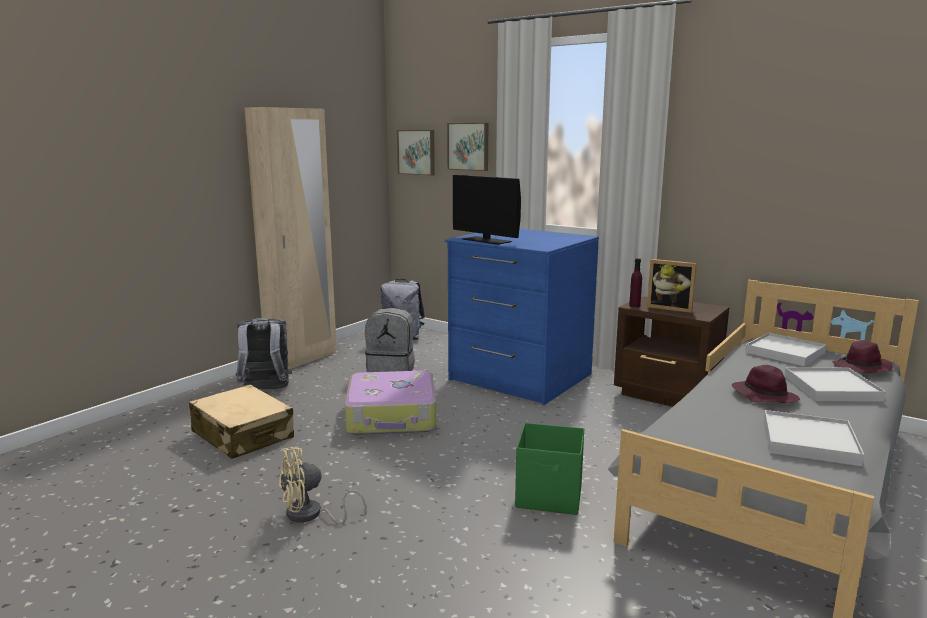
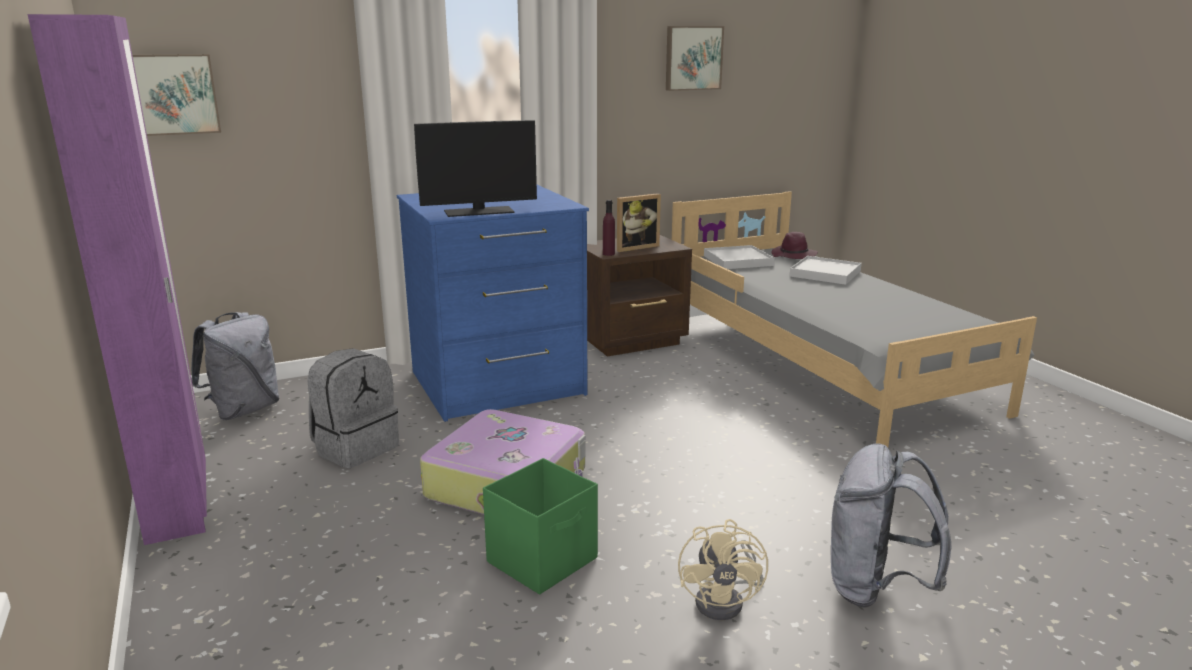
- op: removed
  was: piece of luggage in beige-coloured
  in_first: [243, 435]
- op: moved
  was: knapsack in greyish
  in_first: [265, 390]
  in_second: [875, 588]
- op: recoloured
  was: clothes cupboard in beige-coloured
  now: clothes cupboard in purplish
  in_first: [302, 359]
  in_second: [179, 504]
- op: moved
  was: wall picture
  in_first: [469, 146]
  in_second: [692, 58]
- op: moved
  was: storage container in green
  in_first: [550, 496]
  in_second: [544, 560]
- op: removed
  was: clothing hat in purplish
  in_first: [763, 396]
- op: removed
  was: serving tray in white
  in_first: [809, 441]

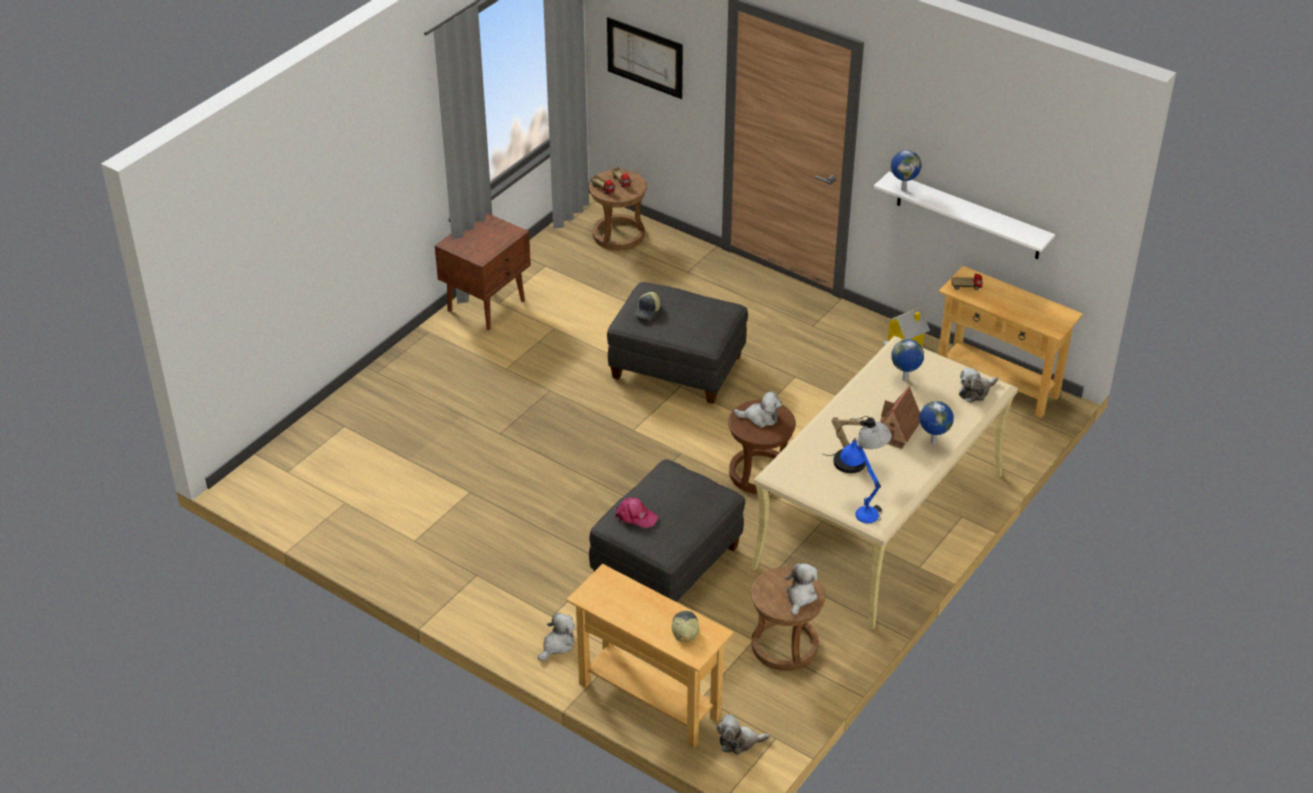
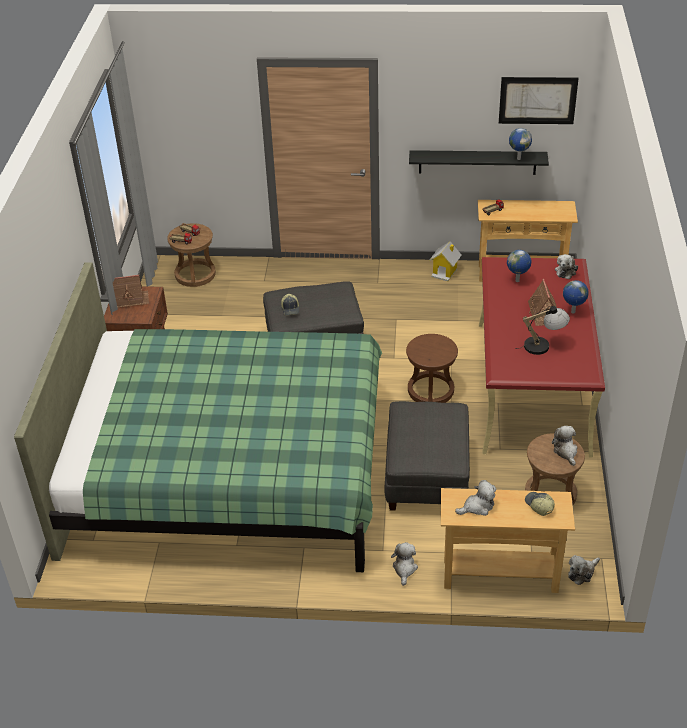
- op: moved
  was: wall picture
  in_first: [645, 57]
  in_second: [537, 100]
- op: removed
  was: peaked cap in pinkish
  in_first: [635, 516]
- op: moved
  was: plush toy
  in_first: [760, 417]
  in_second: [477, 506]
- op: recoloured
  was: desk unit in beige-coloured
  now: desk unit in red-coloured
  in_first: [879, 521]
  in_second: [532, 387]
- op: removed
  was: lamp for a table in blue-coloured
  in_first: [859, 507]
- op: recoloured
  was: shelf in white
  now: shelf in black-coloured
  in_first: [968, 216]
  in_second: [477, 162]
- op: moved
  was: world globe
  in_first: [903, 189]
  in_second: [518, 158]
- op: added
  now: sleeping bed in green
  in_second: [227, 470]
- op: added
  now: miniature house
  in_second: [131, 299]

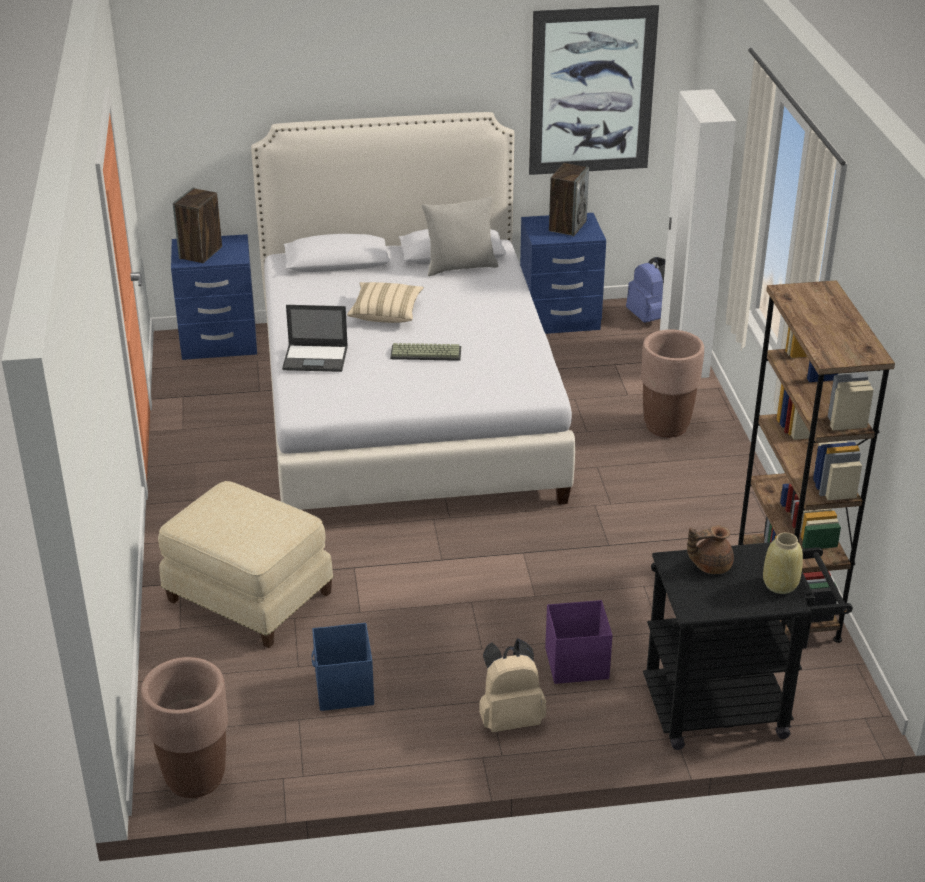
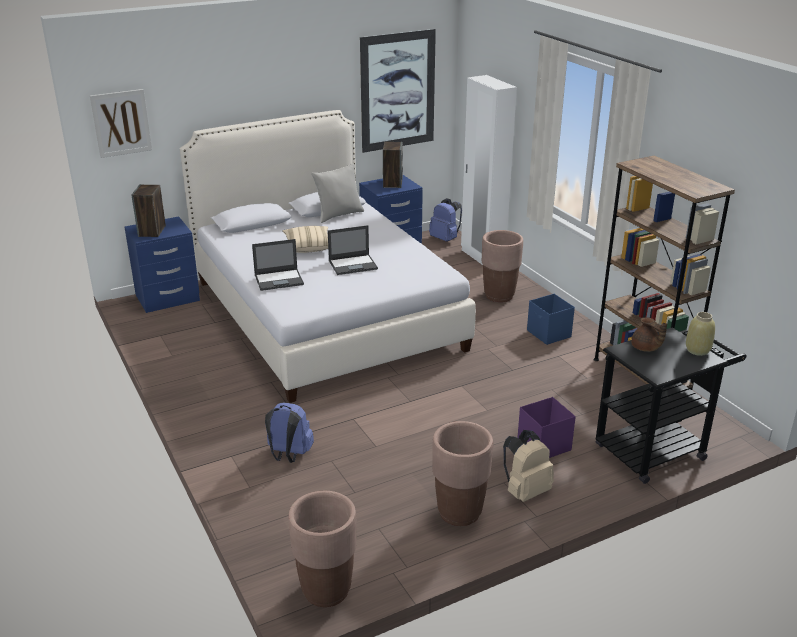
- op: replaced
  was: footrest in beige-coloured
  now: knapsack in blue-coloured
  in_first: [248, 598]
  in_second: [289, 455]
- op: moved
  was: storage container in blue-coloured
  in_first: [344, 689]
  in_second: [549, 334]
- op: replaced
  was: keyboard
  now: laptop
  in_first: [426, 352]
  in_second: [353, 265]
- op: turned
  was: pot for tea in brown
  in_first: [710, 565]
  in_second: [645, 348]
  clockwise: -90
- op: added
  now: wall picture
  in_second: [121, 123]
- op: added
  now: plant pot in brown
  in_second: [459, 513]

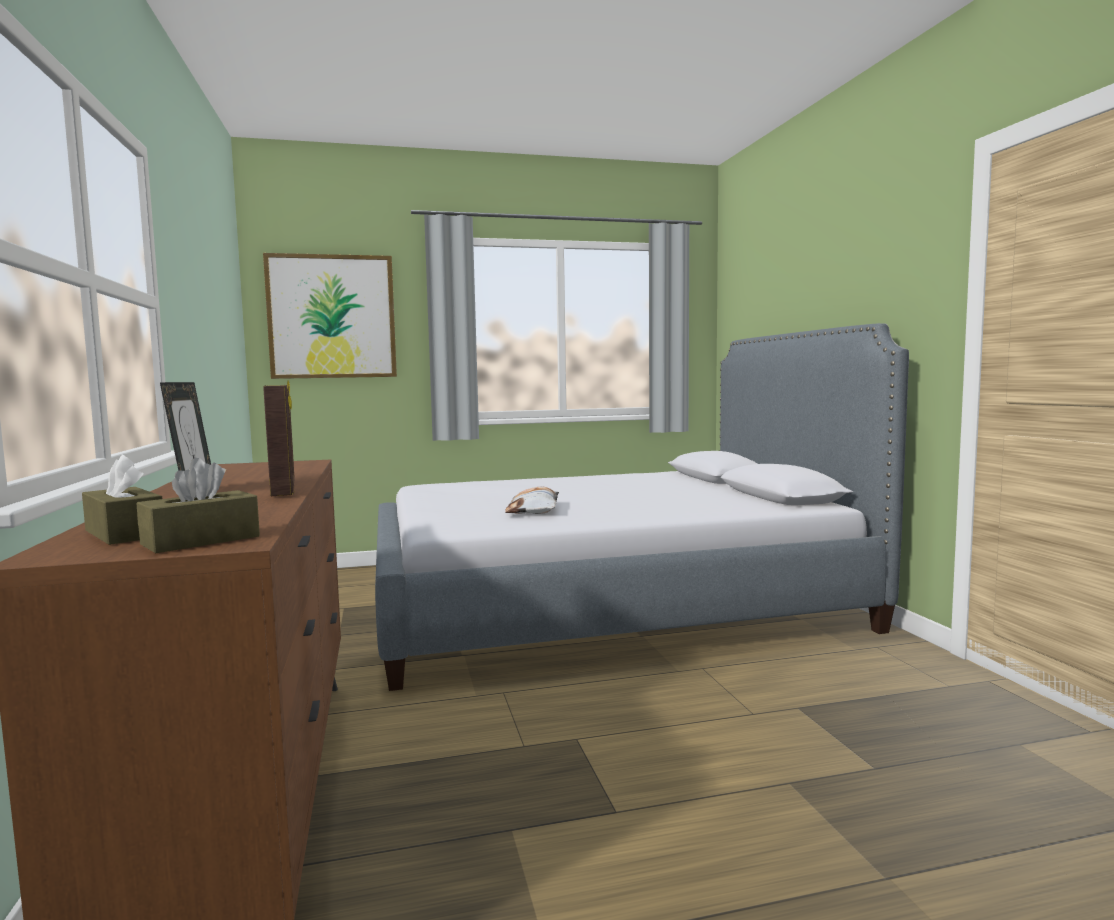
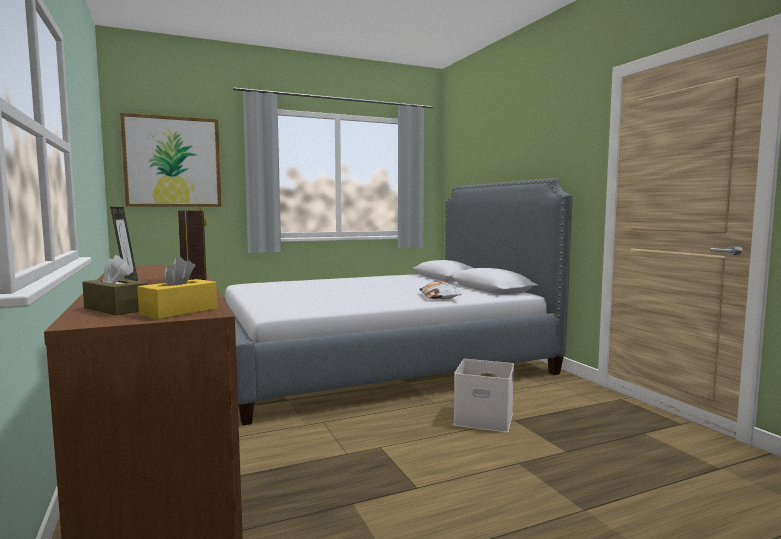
- op: recoloured
  was: box of tissues in brown
  now: box of tissues in yellowish
  in_first: [201, 540]
  in_second: [179, 311]
- op: moved
  was: pillow
  in_first: [534, 509]
  in_second: [439, 296]
- op: added
  now: storage container in white
  in_second: [482, 419]

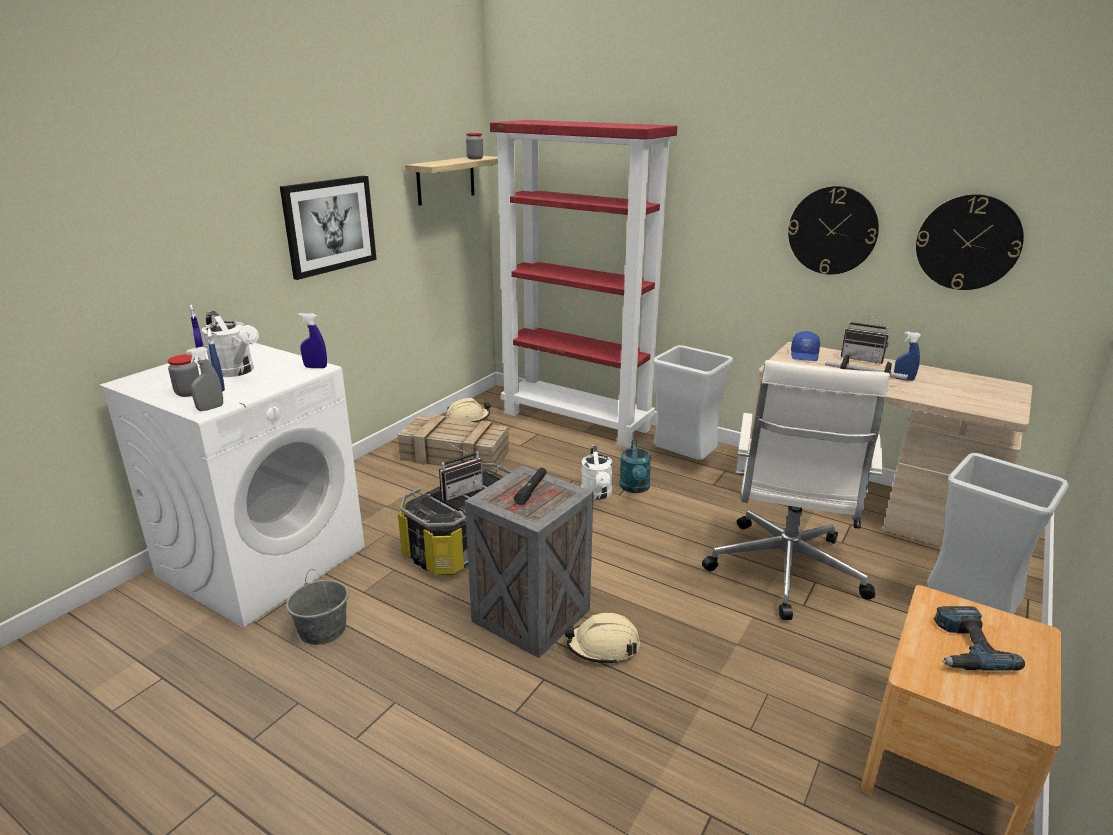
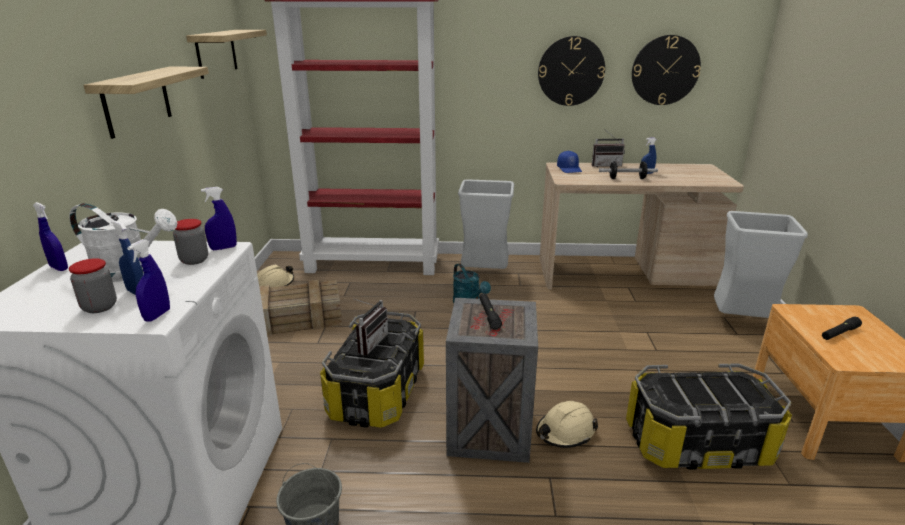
- op: recoloured
  was: hand sprayer in greyish
  now: hand sprayer in blue-coloured
  in_first: [210, 408]
  in_second: [157, 315]
- op: replaced
  was: wall picture
  now: shelf
  in_first: [329, 225]
  in_second: [137, 100]
- op: moved
  was: jar
  in_first: [475, 158]
  in_second: [194, 260]
- op: removed
  was: sprinkling can in white
  in_first: [597, 494]
- op: removed
  was: desk chair in white
  in_first: [784, 572]
- op: replaced
  was: electric drill
  now: torch in black-coloured
  in_first: [964, 647]
  in_second: [839, 333]
- op: added
  now: storage container
  in_second: [697, 444]

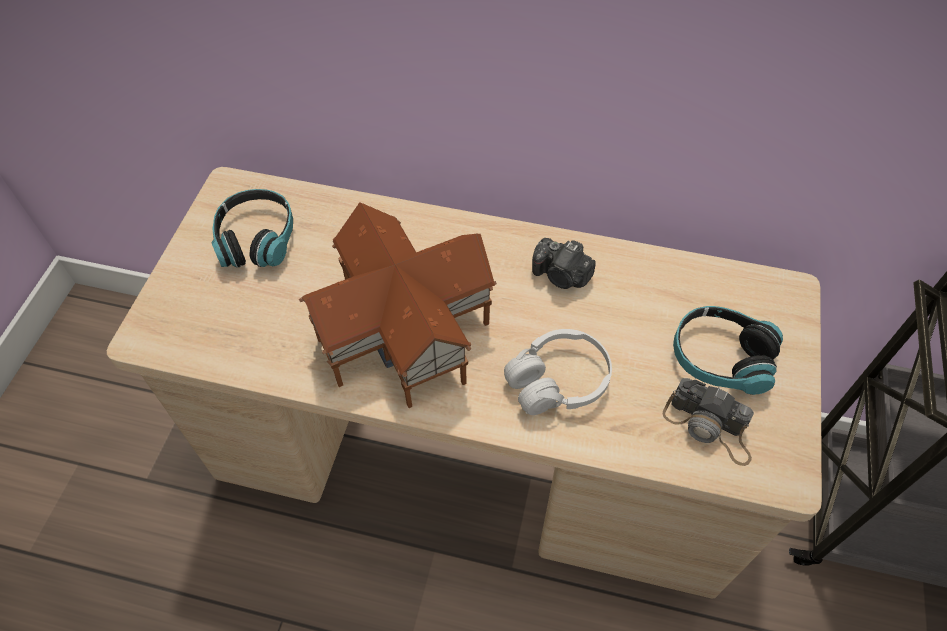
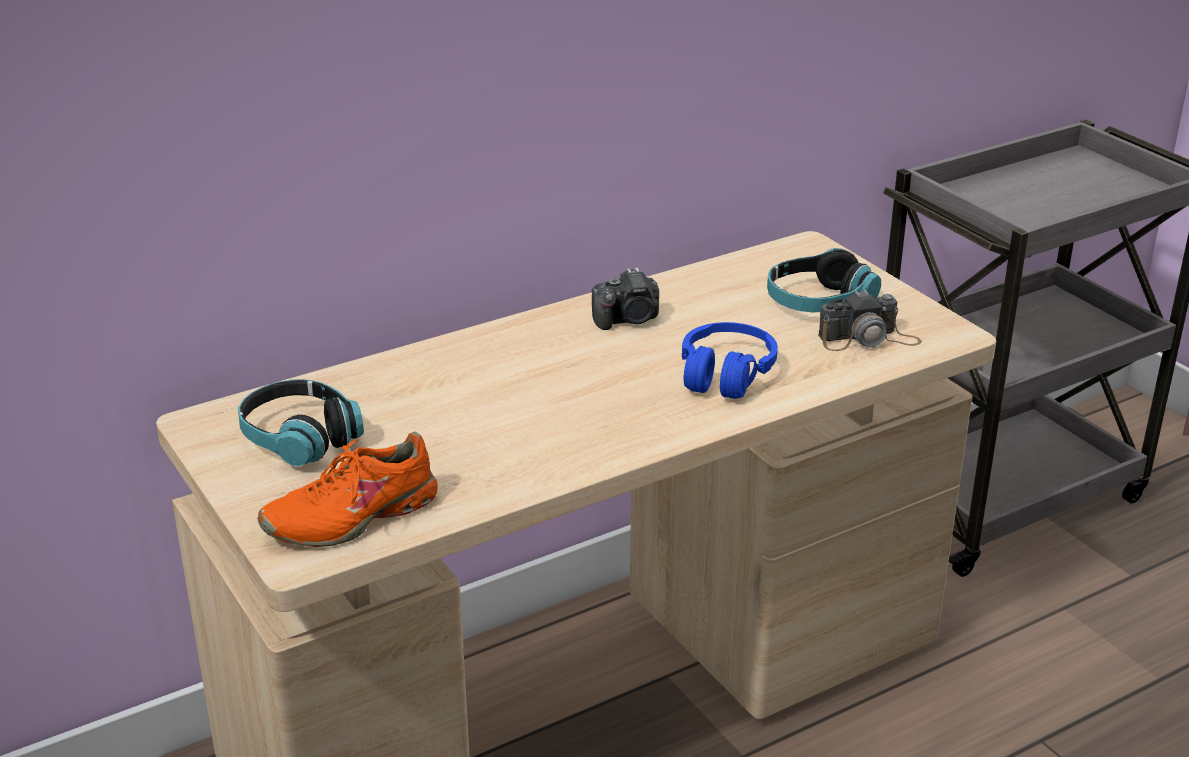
- op: removed
  was: miniature house
  in_first: [407, 333]
- op: recoloured
  was: headset in white
  now: headset in blue-coloured
  in_first: [558, 381]
  in_second: [725, 375]
- op: added
  now: item of footwear in orange
  in_second: [352, 516]

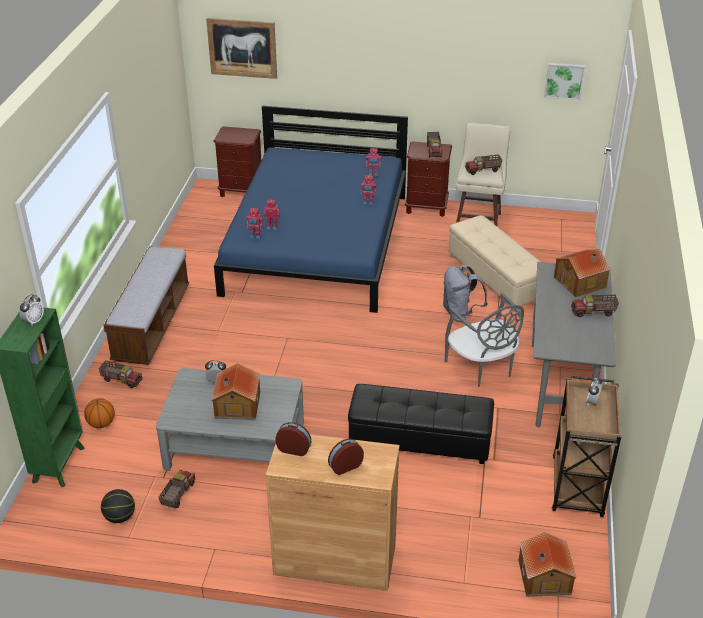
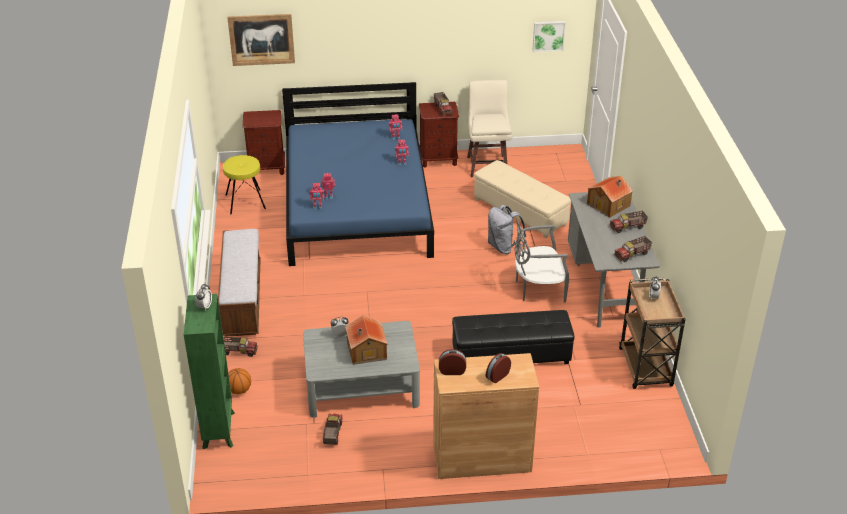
- op: removed
  was: ball for basketball
  in_first: [120, 517]
- op: turned
  was: plain chair in greyish
  in_first: [482, 368]
  in_second: [538, 288]
  clockwise: 120
- op: moved
  was: toy truck
  in_first: [483, 170]
  in_second: [632, 255]
- op: removed
  was: miniature house
  in_first: [543, 578]
- op: added
  now: stool seat in yellowish
  in_second: [245, 201]

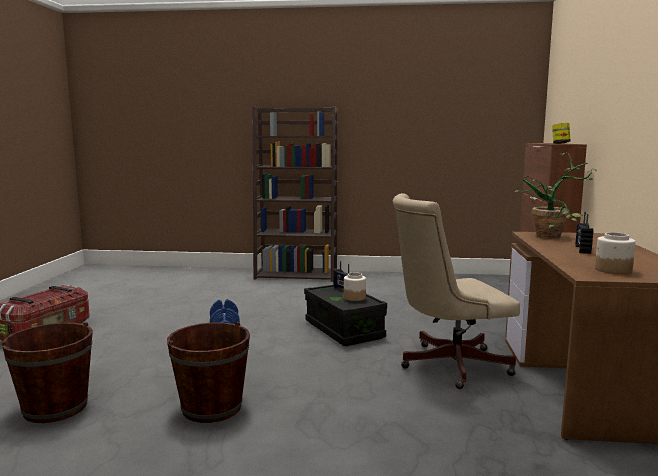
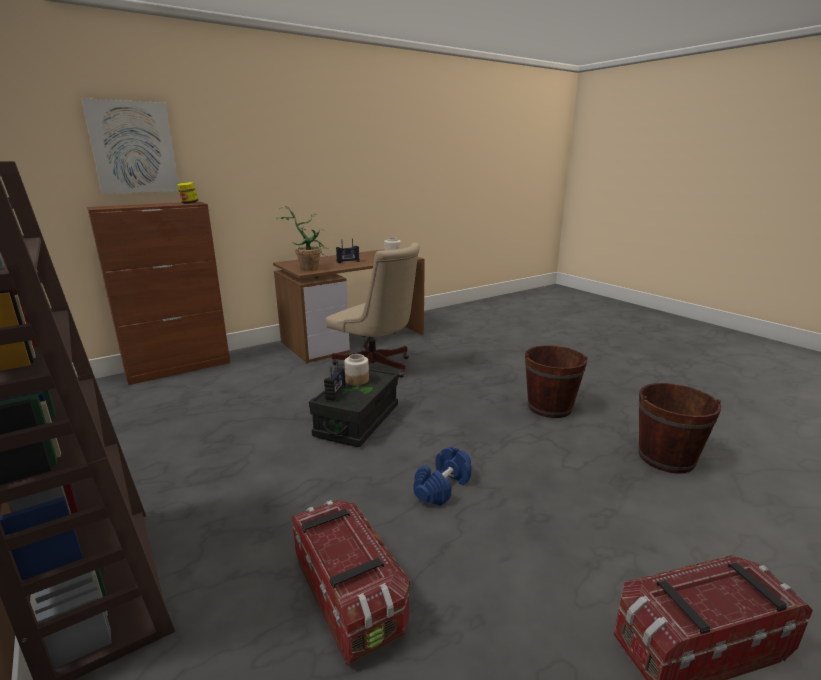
- op: added
  now: wall picture
  in_second: [133, 148]
- op: added
  now: storage container
  in_second: [348, 595]

